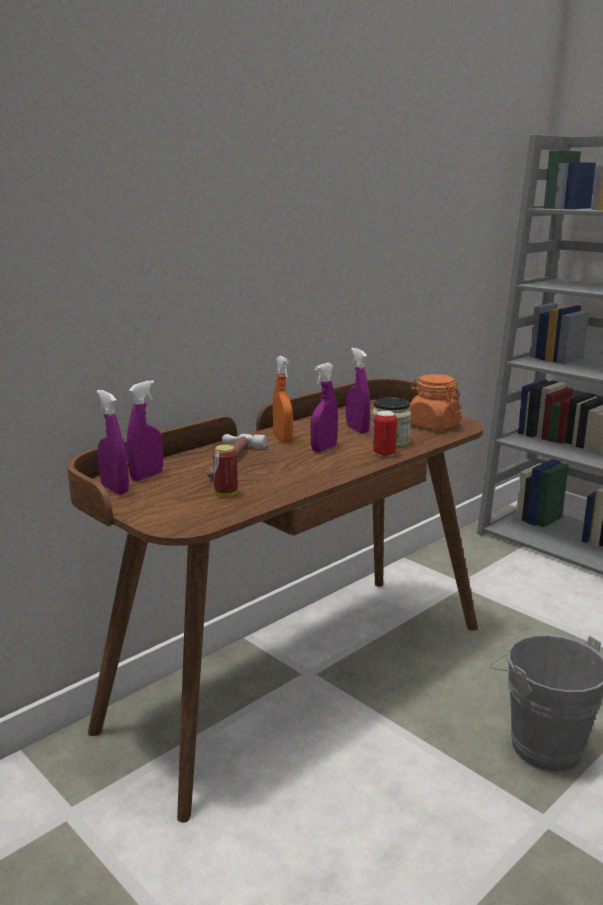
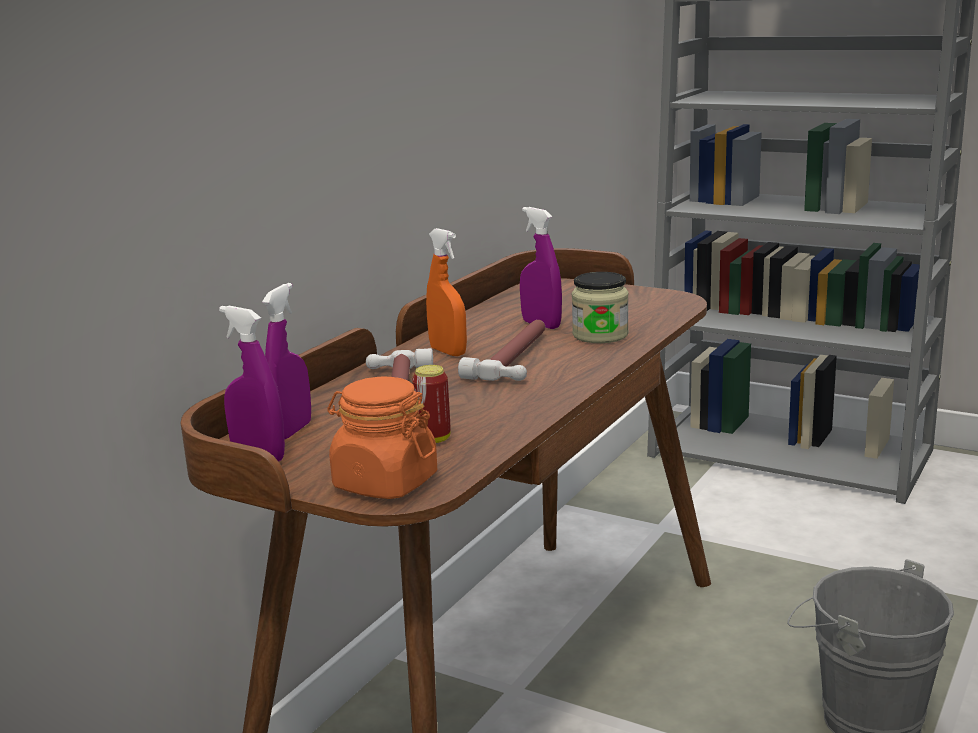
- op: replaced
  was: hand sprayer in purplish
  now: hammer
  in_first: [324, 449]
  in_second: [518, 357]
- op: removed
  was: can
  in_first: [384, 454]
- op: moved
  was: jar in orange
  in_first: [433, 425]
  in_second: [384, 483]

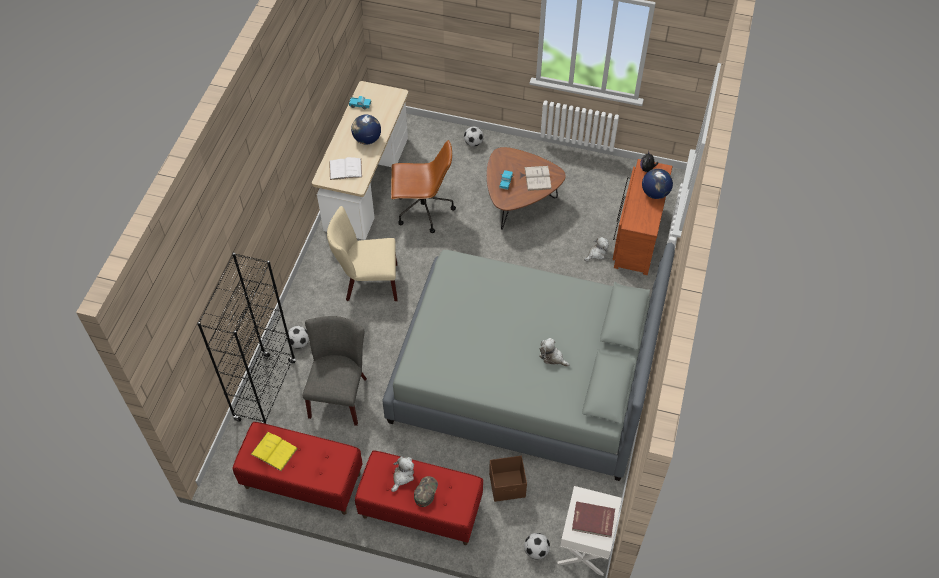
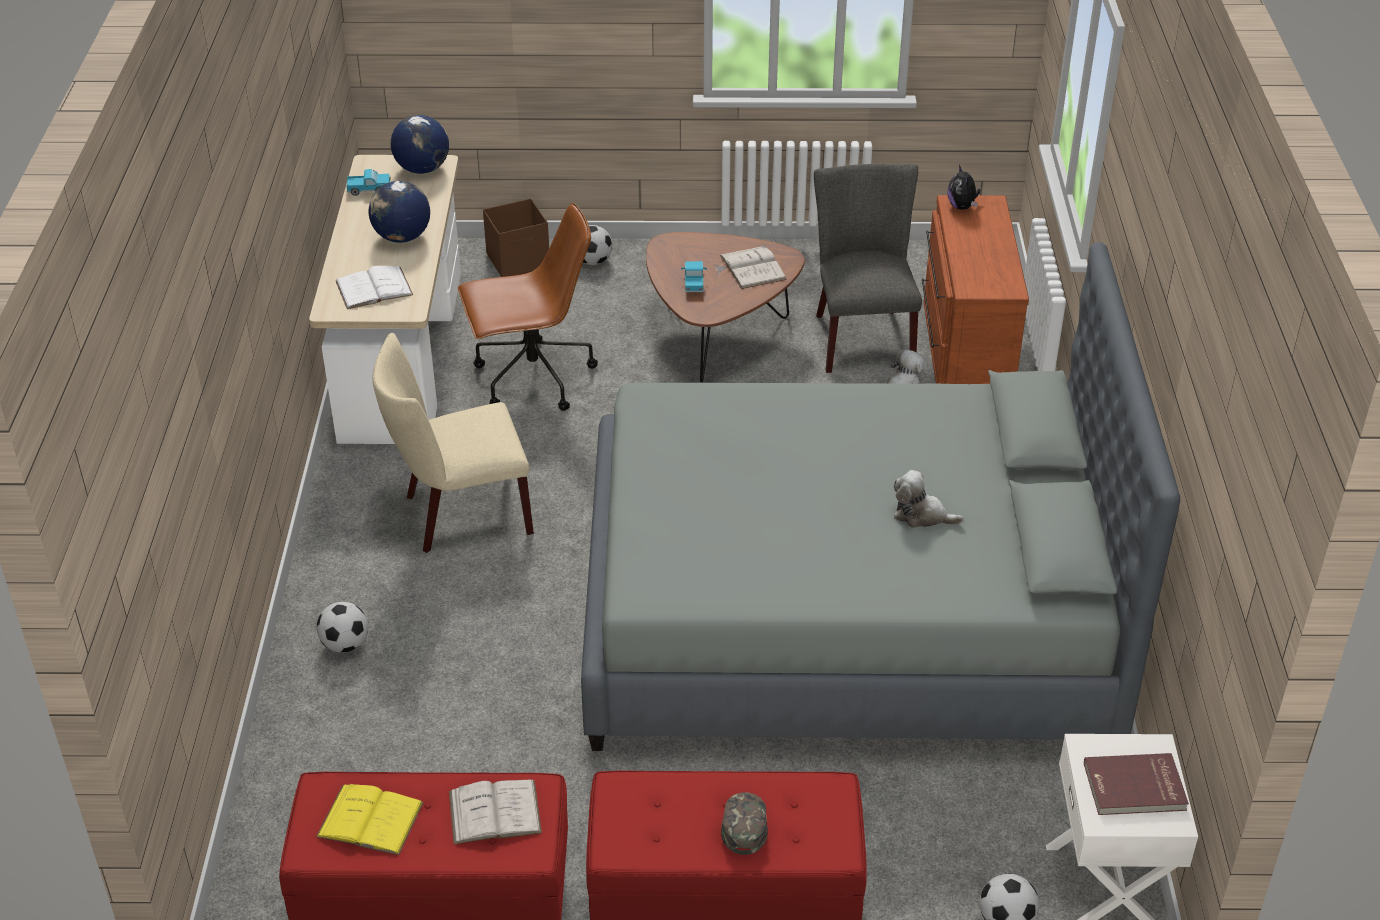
- op: removed
  was: bookshelf in black-coloured
  in_first: [265, 390]
- op: moved
  was: plain chair in greyish
  in_first: [340, 394]
  in_second: [861, 336]
- op: removed
  was: plush toy
  in_first: [402, 476]
- op: moved
  was: storage container in brown
  in_first: [508, 486]
  in_second: [519, 261]
- op: moved
  was: world globe
  in_first: [655, 193]
  in_second: [422, 169]
- op: added
  now: book in white
  in_second: [494, 812]

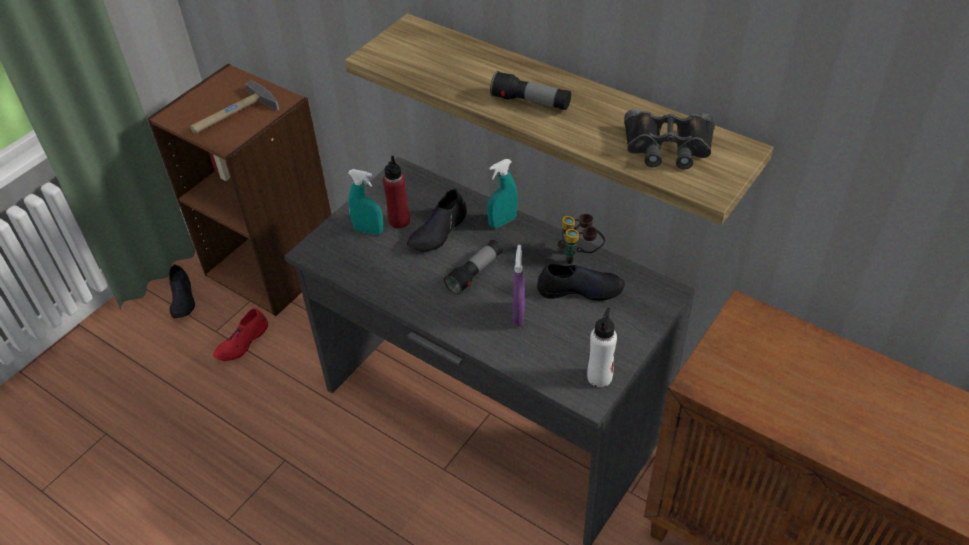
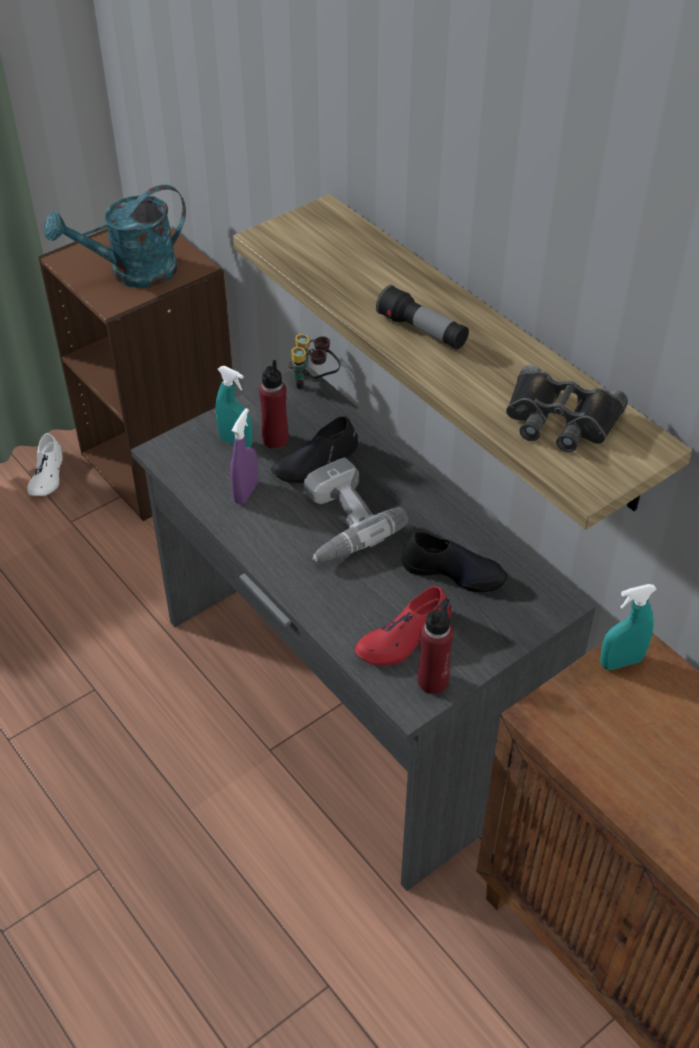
- op: recoloured
  was: item of footwear in black-coloured
  now: item of footwear in white
  in_first: [182, 299]
  in_second: [47, 475]
- op: replaced
  was: hammer
  now: sprinkling can in turquoise-coloured
  in_first: [233, 115]
  in_second: [132, 273]
- op: moved
  was: item of footwear in red-coloured
  in_first: [242, 342]
  in_second: [403, 638]
- op: replaced
  was: torch
  now: electric drill
  in_first: [475, 273]
  in_second: [337, 522]
- op: moved
  was: hand sprayer in turquoise-coloured
  in_first: [502, 222]
  in_second: [621, 662]
- op: moved
  was: hand sprayer in purplish
  in_first: [518, 315]
  in_second: [246, 492]
- op: moved
  was: binoculars
  in_first: [580, 255]
  in_second: [314, 382]
- op: recoloured
  was: beverage bottle in white
  now: beverage bottle in red-coloured
  in_first: [599, 377]
  in_second: [433, 681]

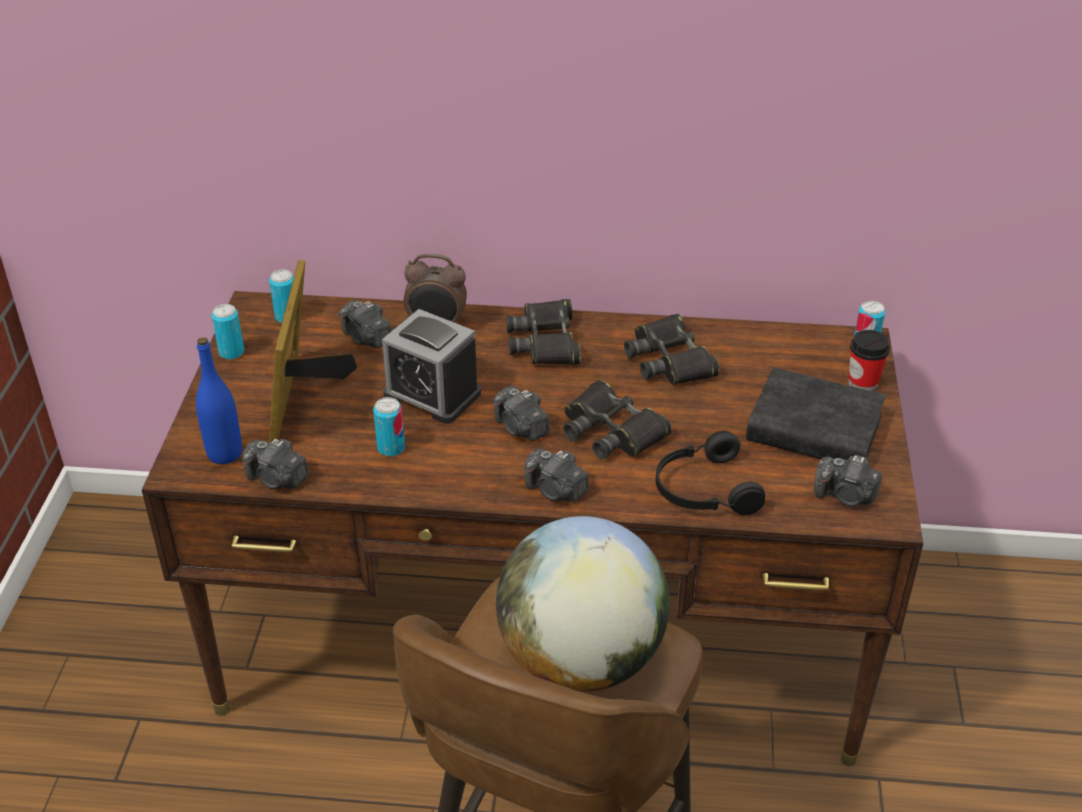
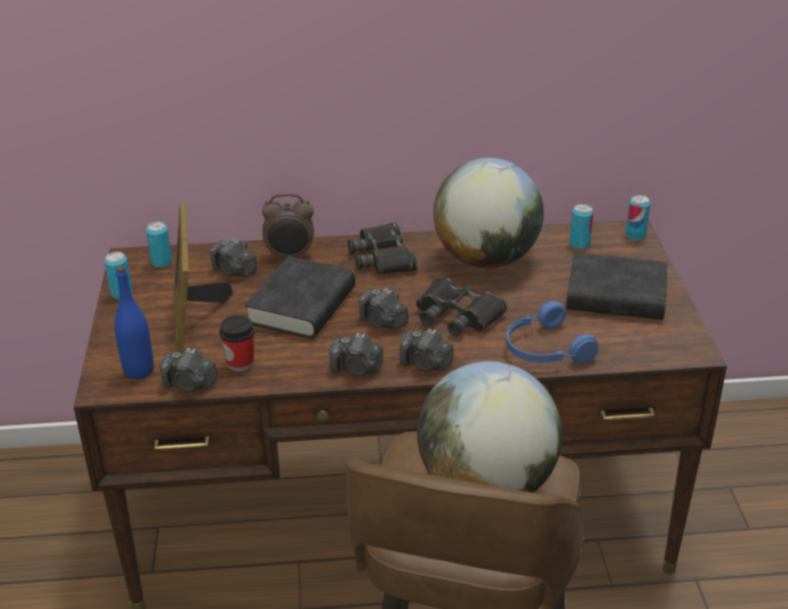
- op: moved
  was: can
  in_first: [391, 448]
  in_second: [579, 244]
- op: replaced
  was: alarm clock
  now: book in black-coloured
  in_first: [432, 394]
  in_second: [302, 306]
- op: replaced
  was: binoculars in black-coloured
  now: world globe
  in_first: [669, 360]
  in_second: [486, 259]
- op: recoloured
  was: headset in black-coloured
  now: headset in blue-coloured
  in_first: [703, 490]
  in_second: [544, 349]
- op: moved
  was: still camera
  in_first: [845, 496]
  in_second: [357, 369]
- op: moved
  was: small cup
  in_first: [863, 382]
  in_second: [240, 363]

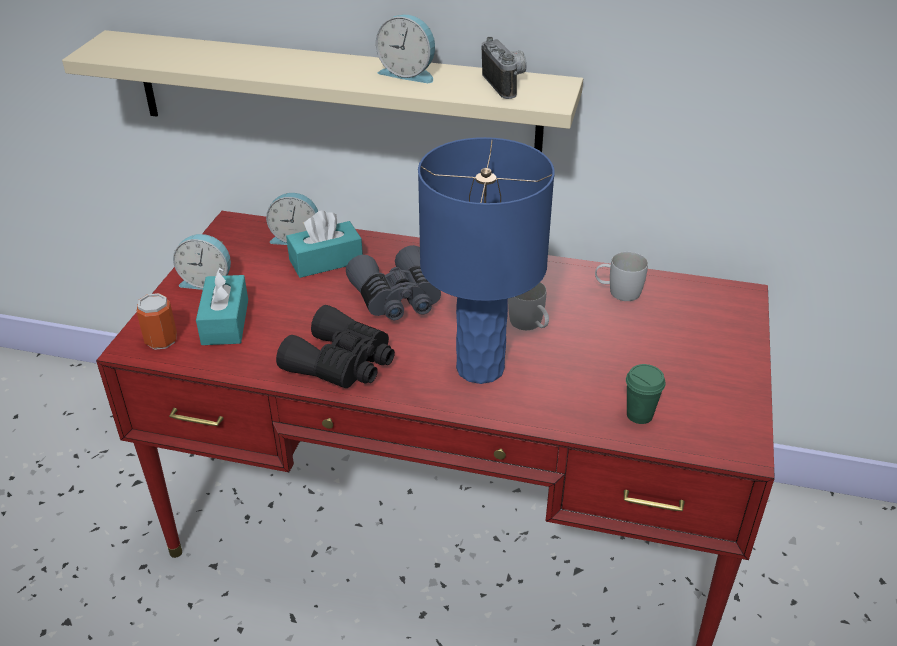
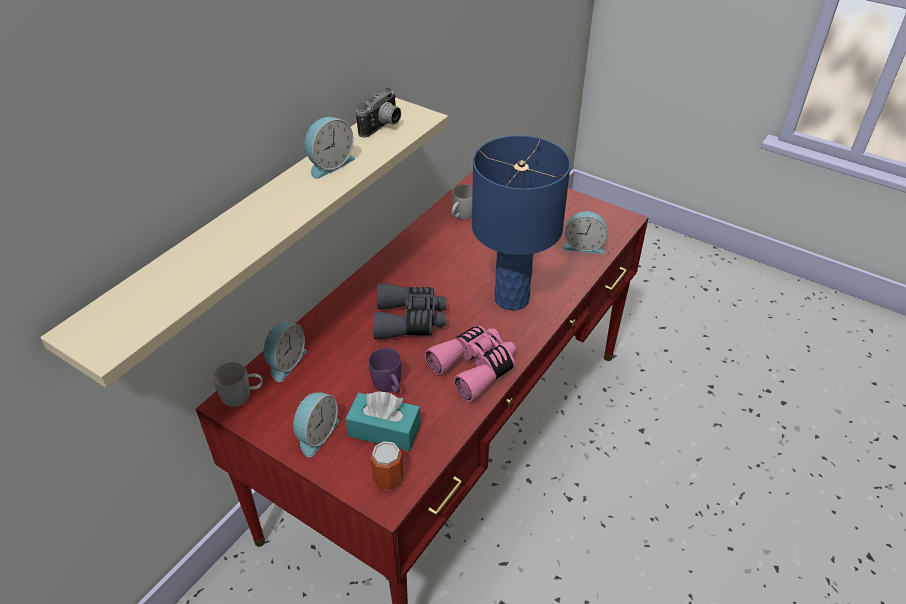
- op: recoloured
  was: binoculars in black-coloured
  now: binoculars in pinkish
  in_first: [342, 364]
  in_second: [475, 367]
- op: removed
  was: box of tissues in turquoise-coloured
  in_first: [326, 261]
- op: turned
  was: still camera
  in_first: [506, 84]
  in_second: [383, 127]
  clockwise: 120
- op: moved
  was: coffee mug in white
  in_first: [529, 325]
  in_second: [242, 395]
- op: replaced
  was: small cup in green
  now: alarm clock
  in_first: [639, 415]
  in_second: [583, 246]
- op: added
  now: coffee mug in purplish
  in_second: [389, 386]

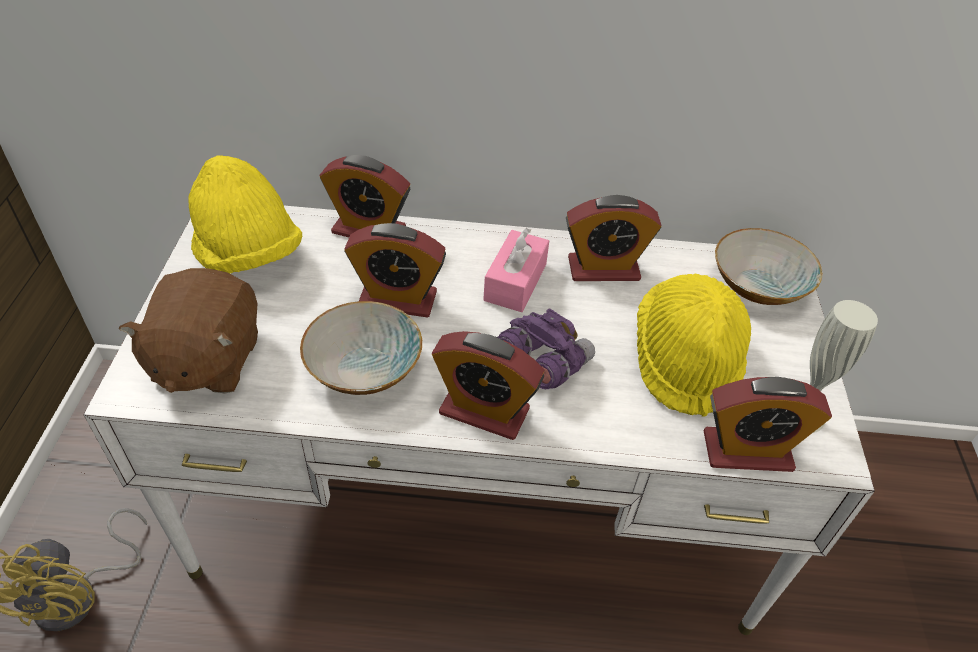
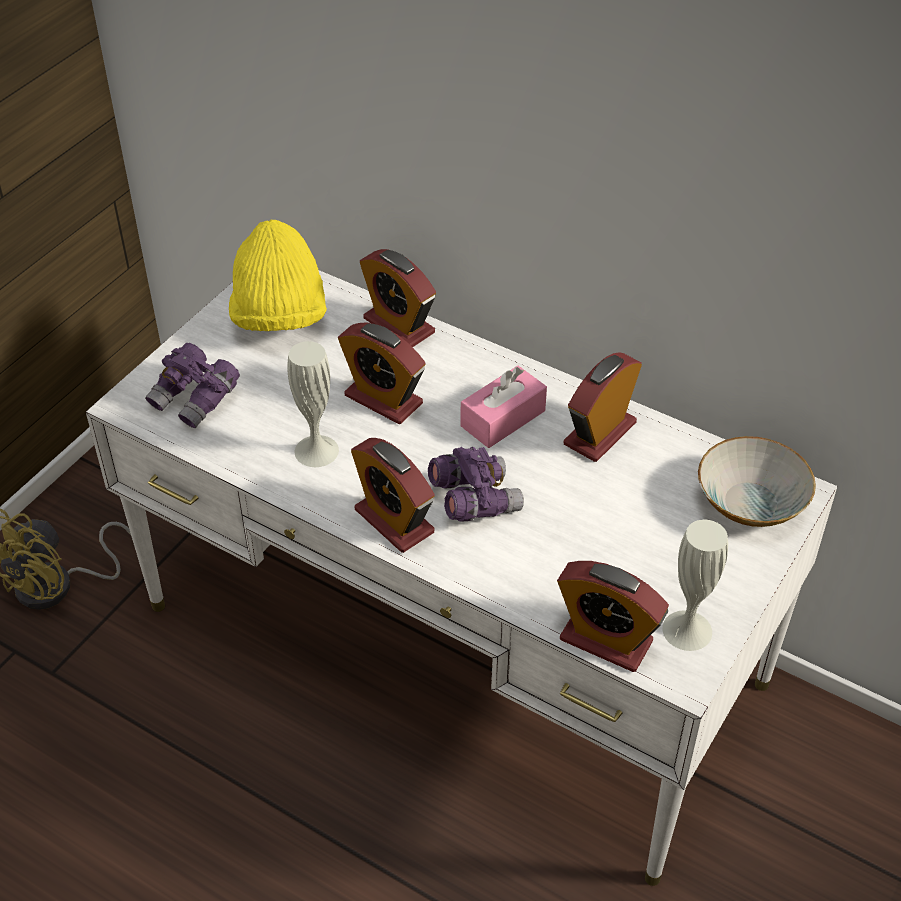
- op: replaced
  was: plush toy in brown
  now: binoculars in purplish
  in_first: [206, 360]
  in_second: [196, 399]
- op: replaced
  was: deep dish
  now: flower vase in white
  in_first: [364, 369]
  in_second: [316, 451]
- op: turned
  was: alarm clock
  in_first: [603, 269]
  in_second: [600, 433]
  clockwise: 105
- op: removed
  was: clothing hat in yellowish
  in_first: [685, 361]

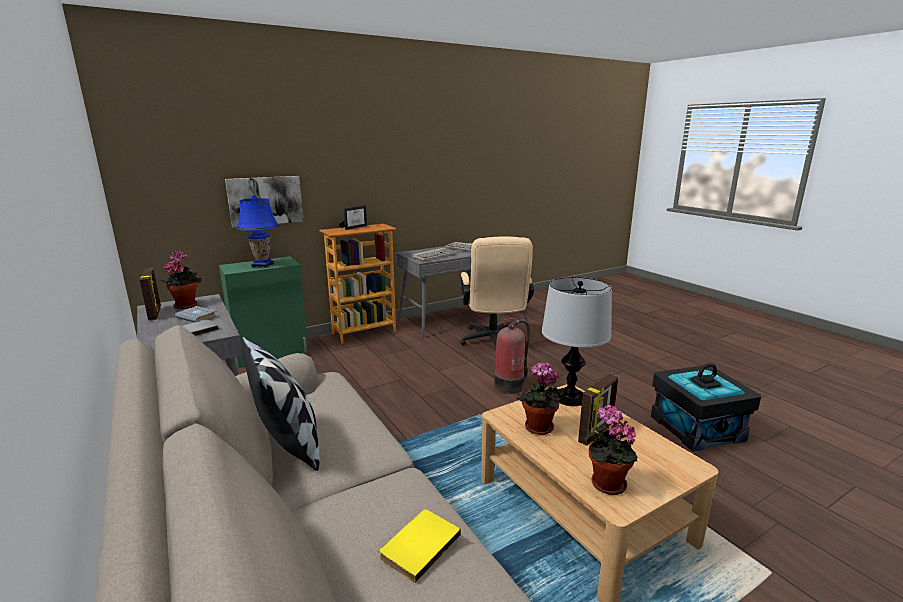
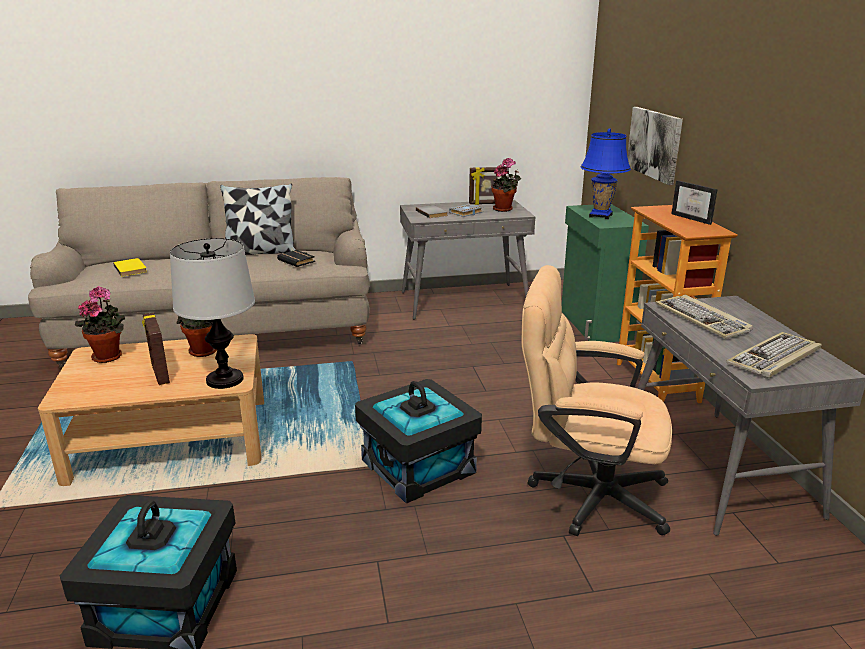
- op: replaced
  was: fire-fighting cylinder
  now: storage container in black-coloured
  in_first: [510, 385]
  in_second: [419, 466]
- op: added
  now: book in black-coloured
  in_second: [297, 261]

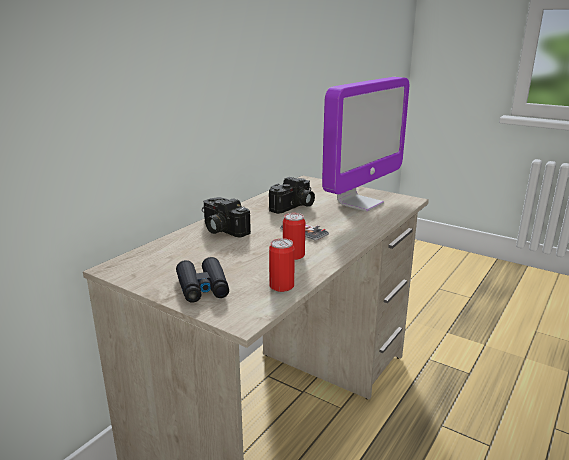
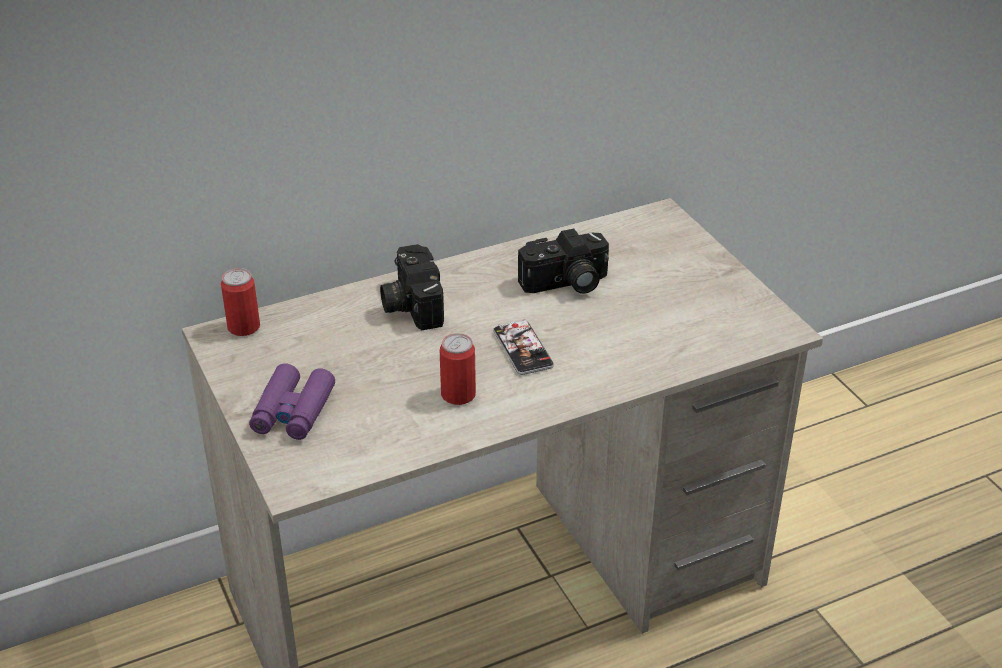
- op: recoloured
  was: binoculars in black-coloured
  now: binoculars in purplish
  in_first: [203, 287]
  in_second: [293, 412]
- op: moved
  was: can
  in_first: [281, 286]
  in_second: [243, 327]
- op: removed
  was: computer display
  in_first: [360, 203]

